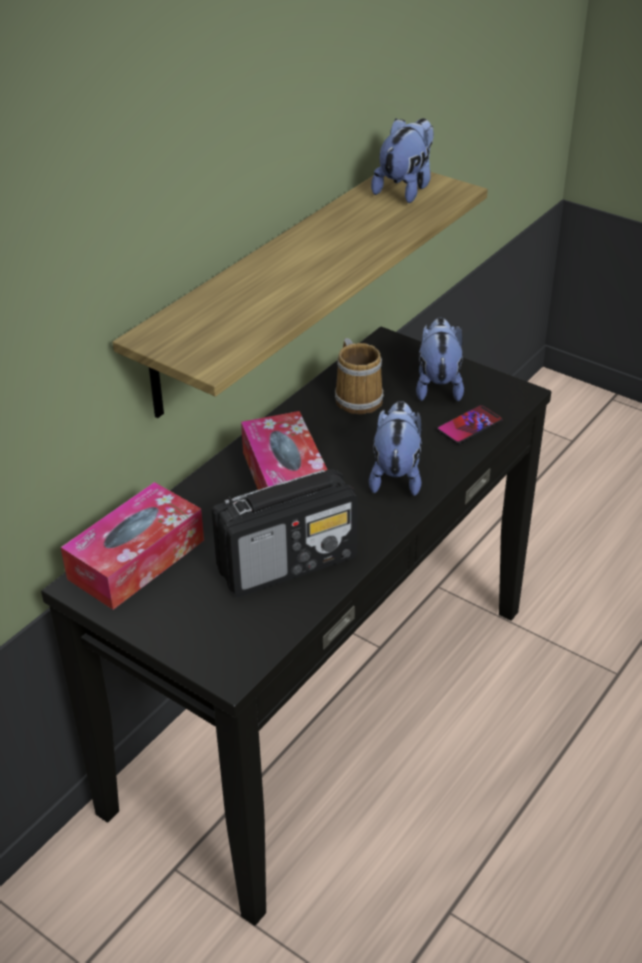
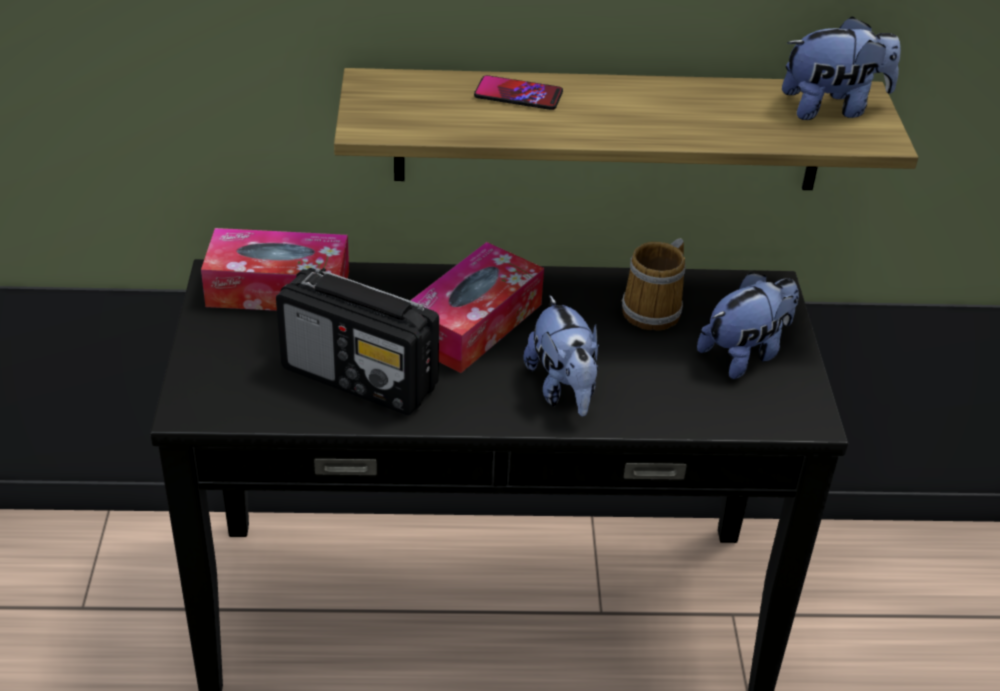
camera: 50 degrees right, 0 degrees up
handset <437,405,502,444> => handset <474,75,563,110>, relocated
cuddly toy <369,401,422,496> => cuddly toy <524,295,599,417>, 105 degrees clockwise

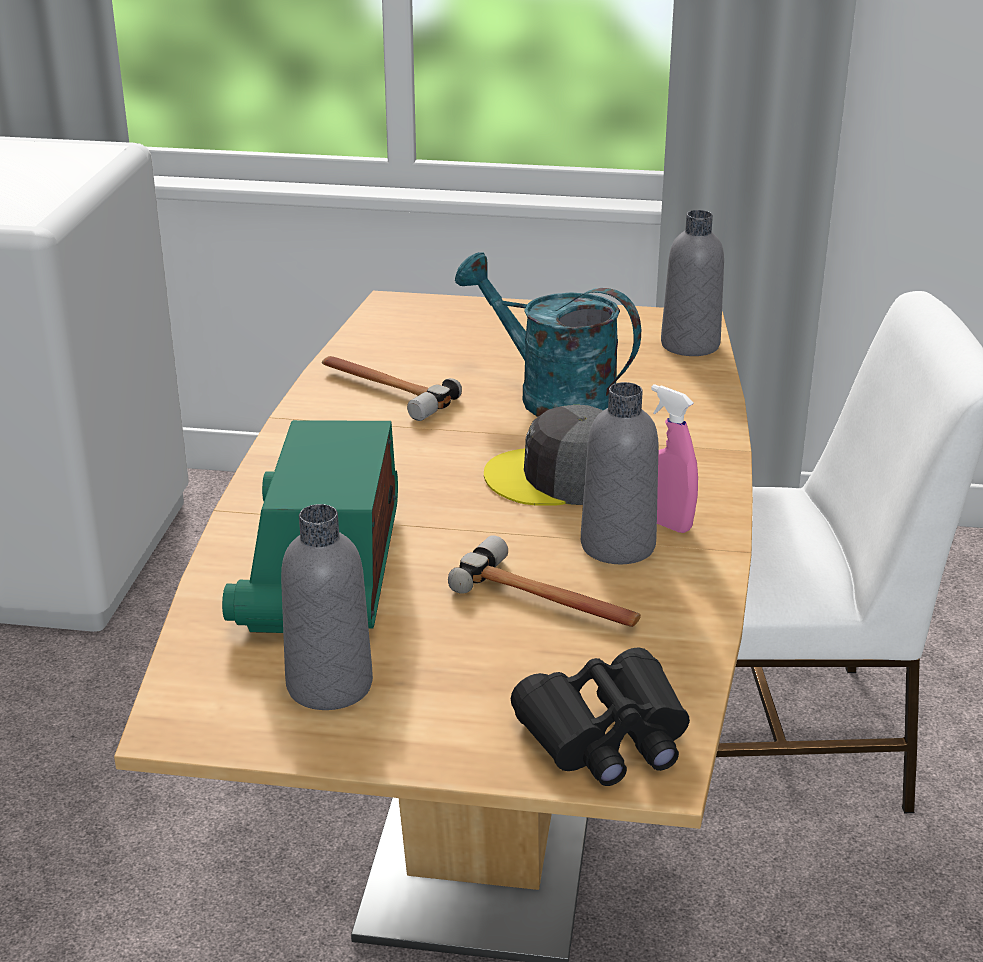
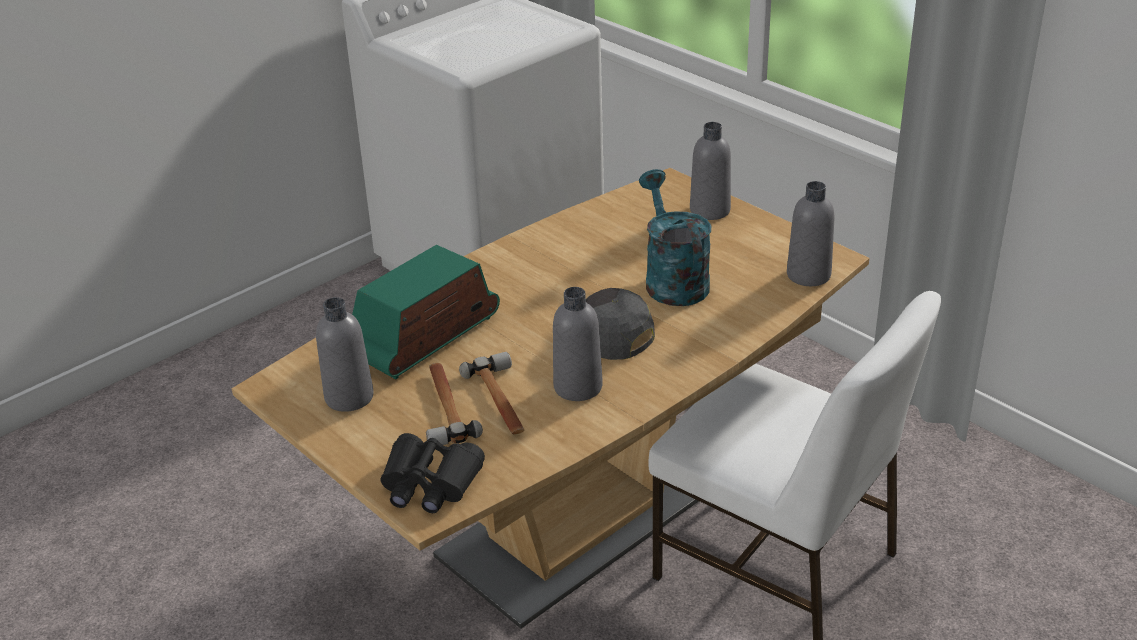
camera: 40 degrees right, 5 degrees up
hammer <322,356,462,421> => hammer <426,363,483,445>, relocated
nothing => gray drink bottle <690,122,731,220>
pinkish hand sprayer <651,384,698,533> => nothing

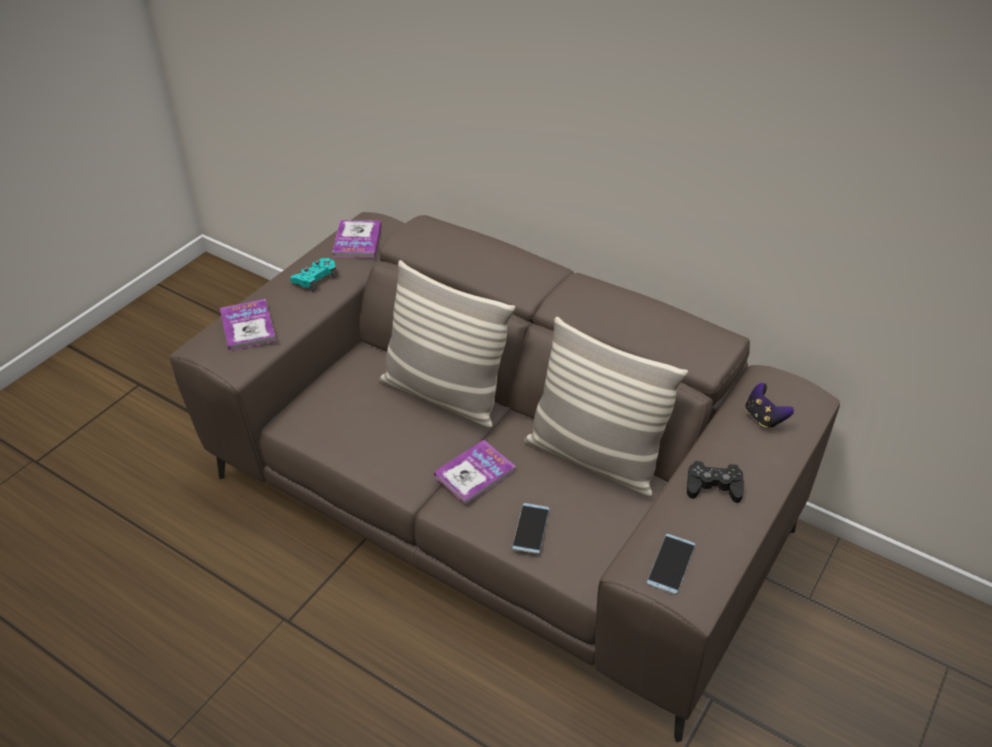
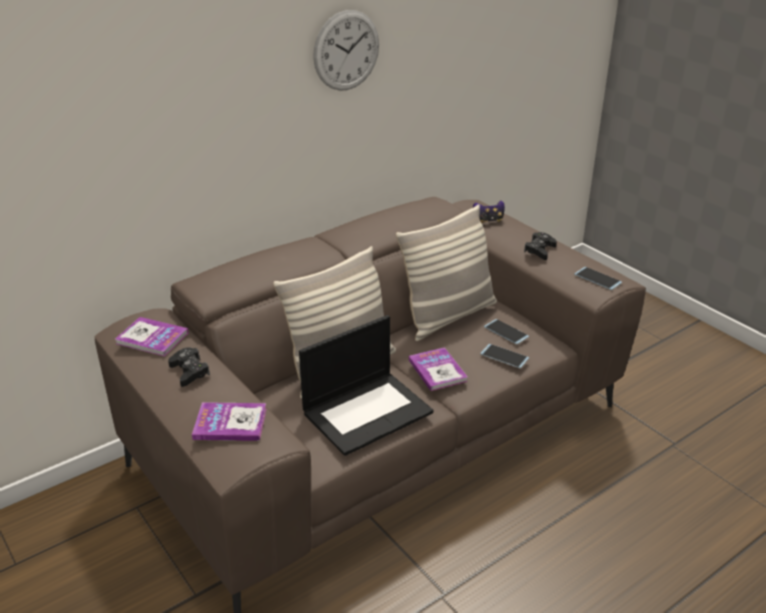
camera: 70 degrees left, 10 degrees down
turquoise-coloured joypad <290,258,337,292> => black joypad <168,347,210,387>
nothing => notebook computer <299,315,433,456>
nothing => wall clock <313,10,379,91>
nothing => handset <484,319,529,345>

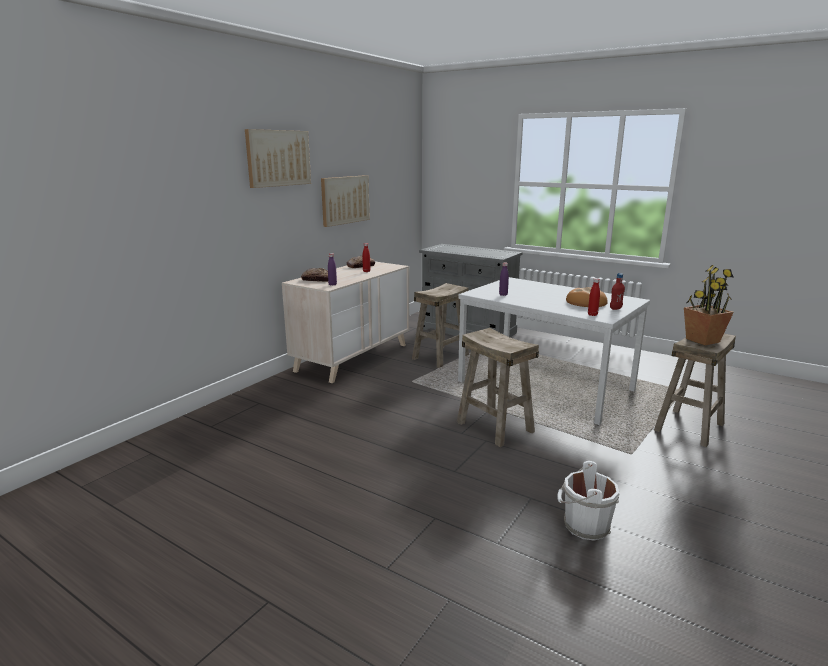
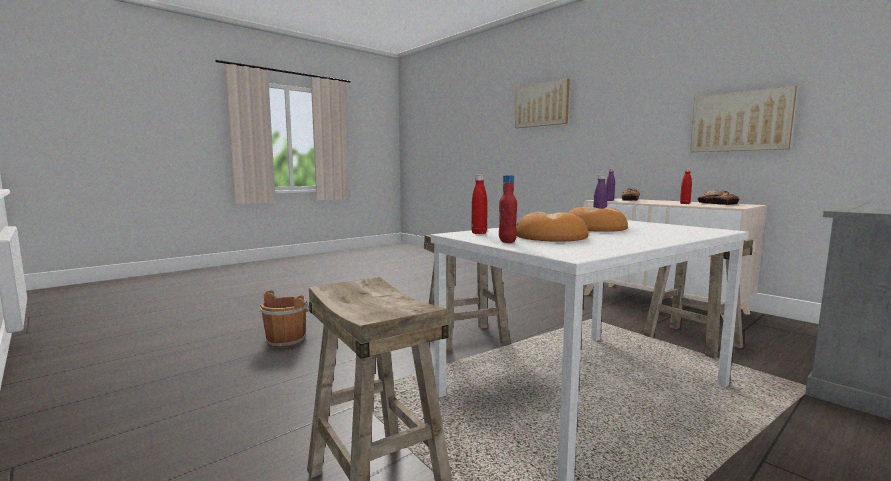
camera: 105 degrees right, 10 degrees down
white-coloured pail <557,461,619,541> => brownish pail <259,290,309,348>
wall art <245,129,311,188> => wall art <515,78,570,128>, relocated
nothing => bread <568,207,628,232>
potted plant <684,265,734,345> => nothing

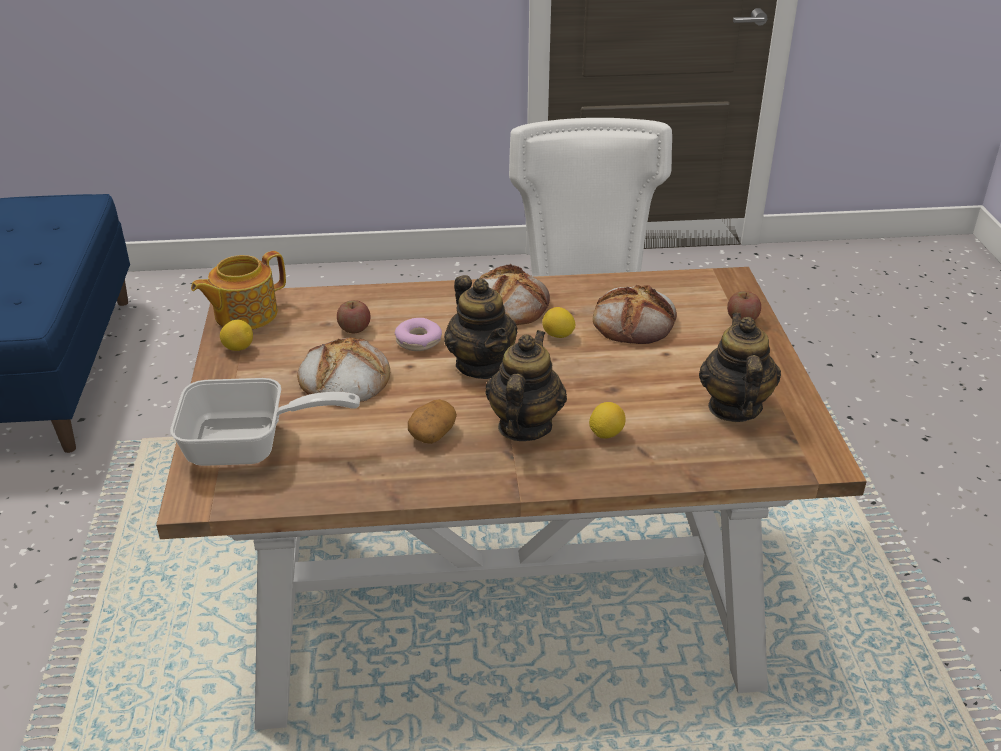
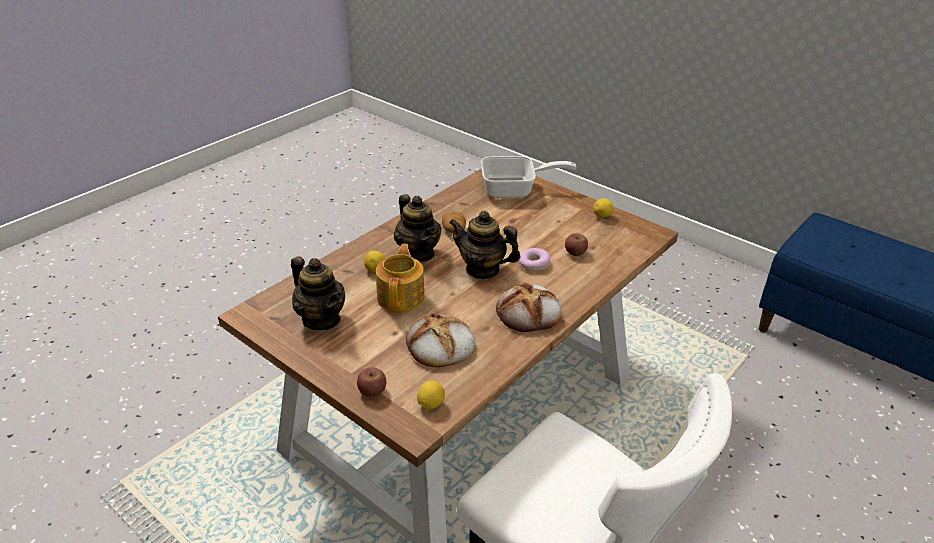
camera: 135 degrees right, 0 degrees up
teapot <191,251,286,330> => teapot <376,244,424,313>, relocated
whole lemon <542,307,575,338> => whole lemon <417,381,445,409>, relocated
pan <170,378,360,466> => pan <481,156,577,198>, 135 degrees counterclockwise
bread <297,337,390,402> => nothing

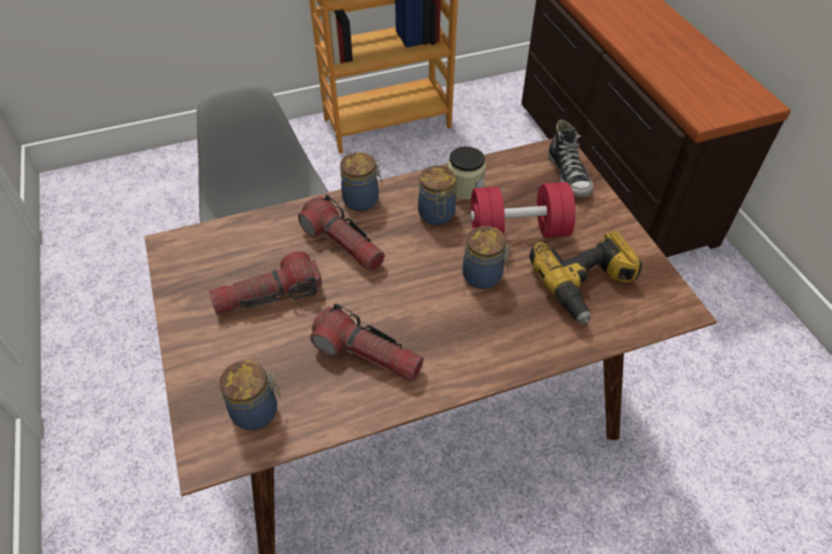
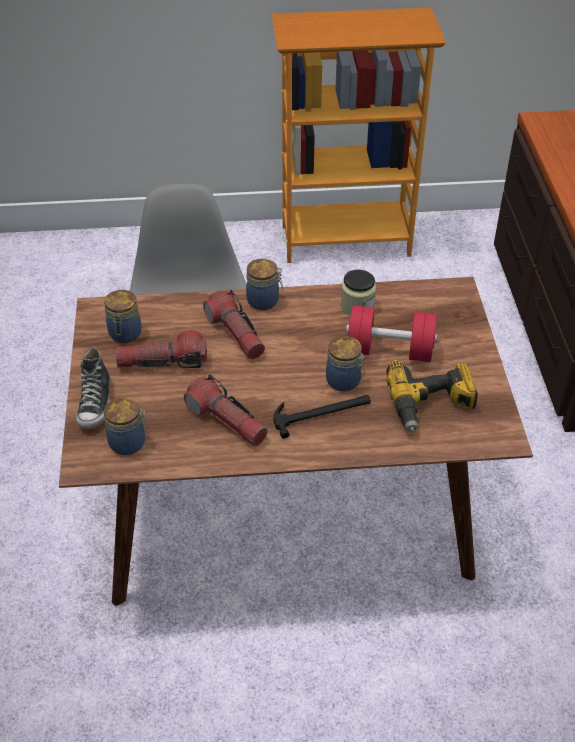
camera: 15 degrees right, 5 degrees down
low shoe <548,120,593,197> => low shoe <76,347,110,429>, relocated
jar <418,165,456,225> => jar <104,290,142,343>, relocated
nothing => hammer <273,395,371,439>

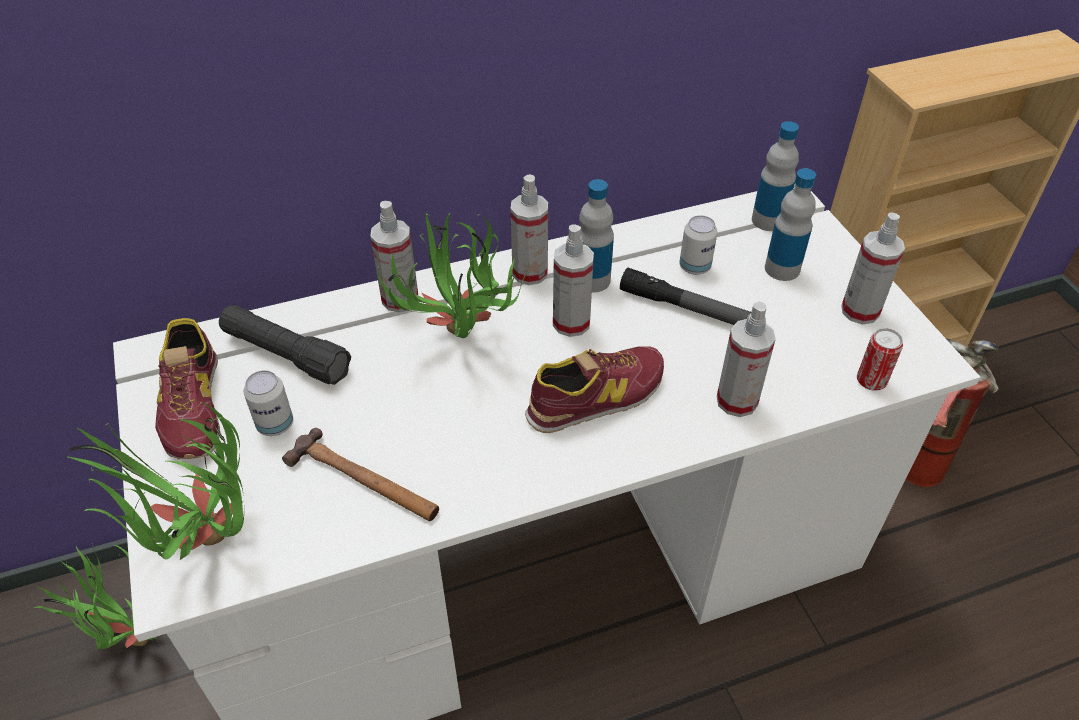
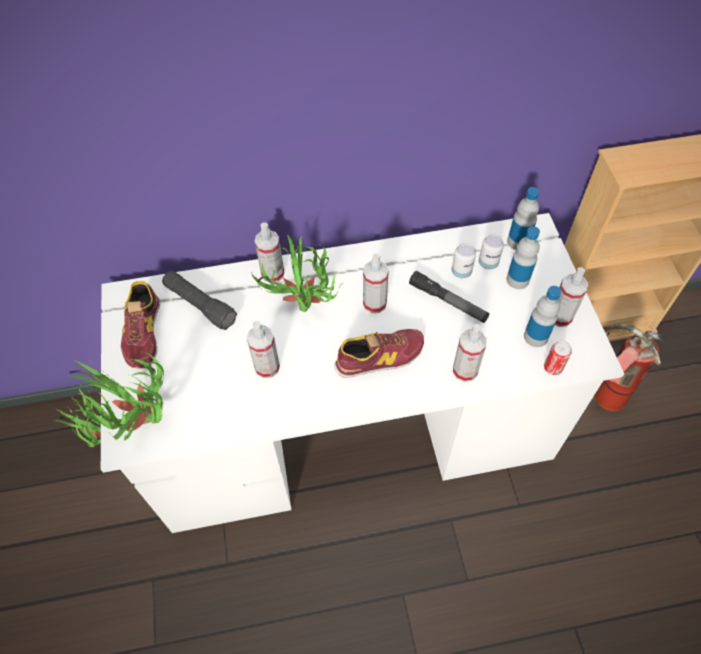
camera: 10 degrees right, 10 degrees up
hand sprayer <511,174,548,285> => hand sprayer <246,320,280,378>, relocated
can <244,370,293,436> => can <479,234,504,270>, relocated
drink bottle <579,179,614,292> => drink bottle <524,286,561,347>, relocated
hammer <282,428,439,521> => nothing

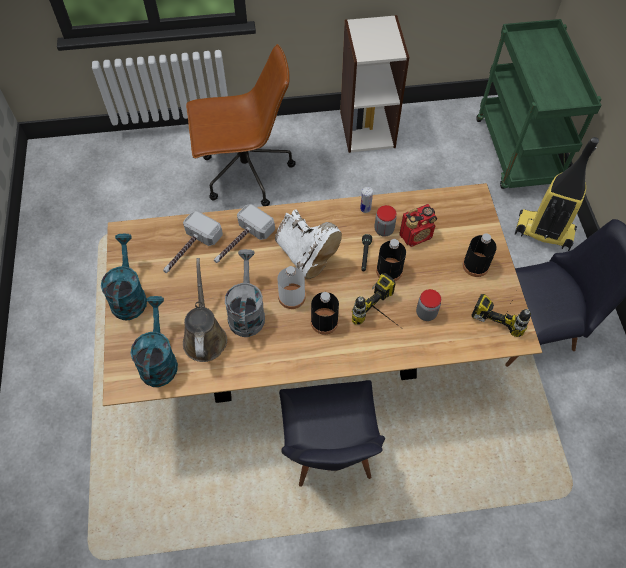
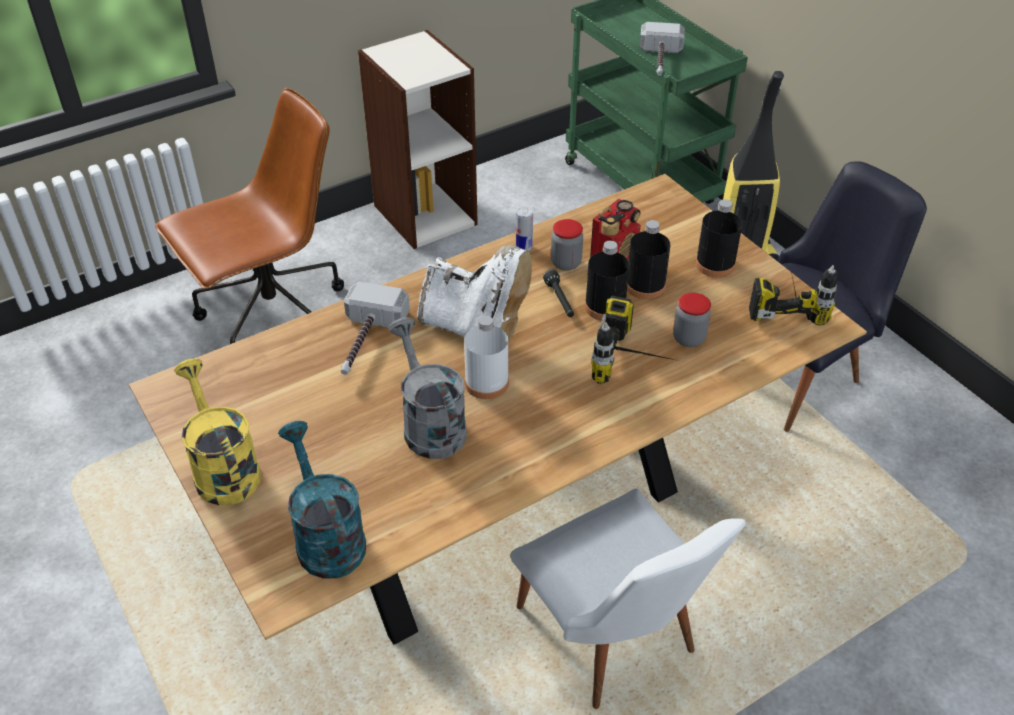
camera: 25 degrees left, 15 degrees down
turquoise-coloured watering pot <101,234,147,320> => yellow-coloured watering pot <174,359,261,505>
black chair <279,380,385,487> => white-coloured chair <511,488,746,709>
black drink bottle <311,292,339,335> => black drink bottle <627,220,670,300>, relocated
hammer <163,211,223,273> => hammer <640,22,685,76>, relocated
brownish watering pot <183,258,227,362> => nothing

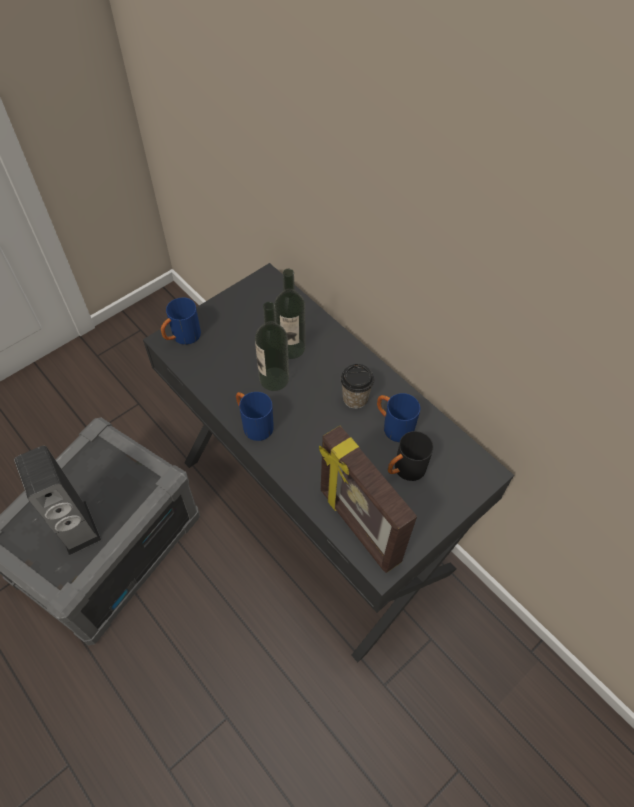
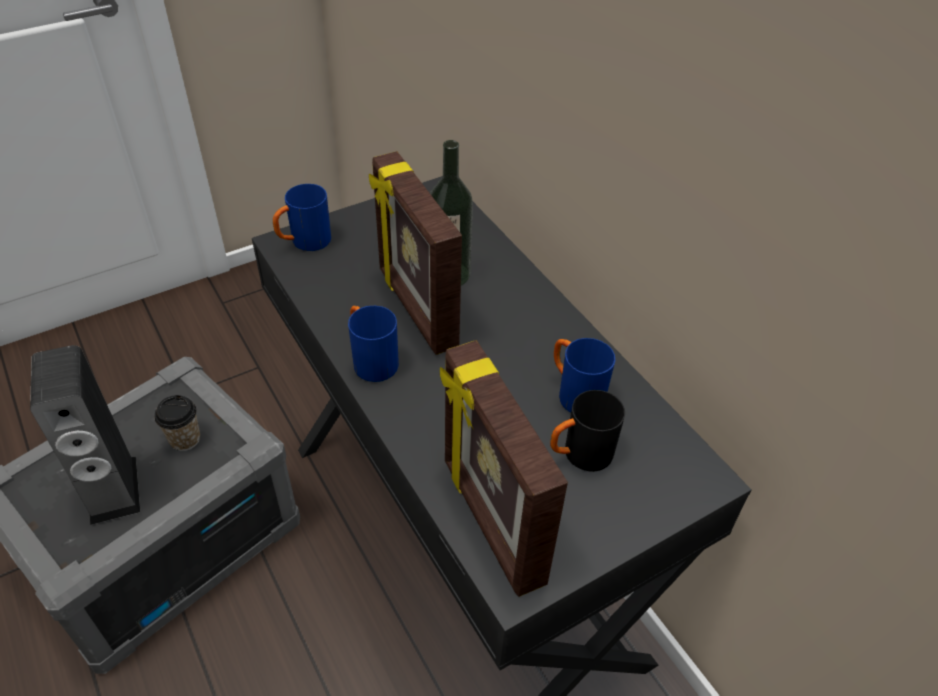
camera: 10 degrees right, 10 degrees down
small cup <341,364,374,409> => small cup <155,395,200,451>, relocated
drink bottle <255,302,289,391> => picture frame <369,151,462,355>

